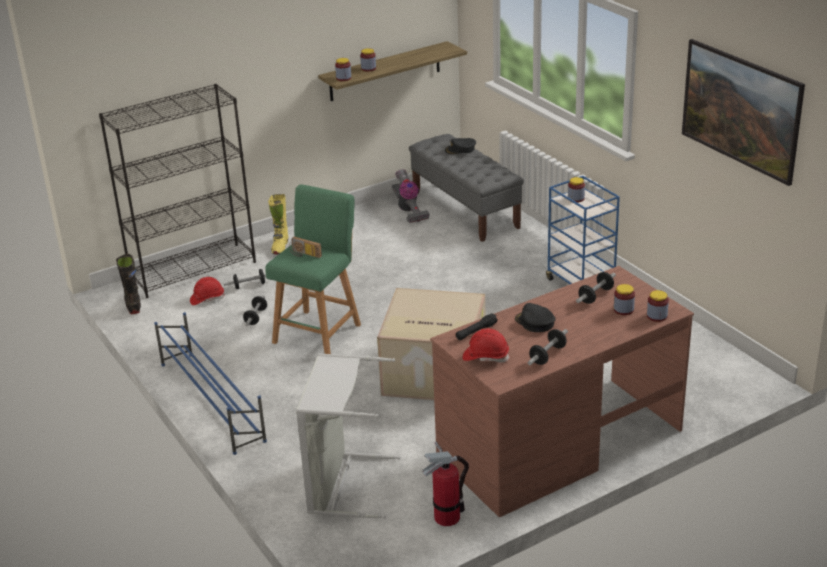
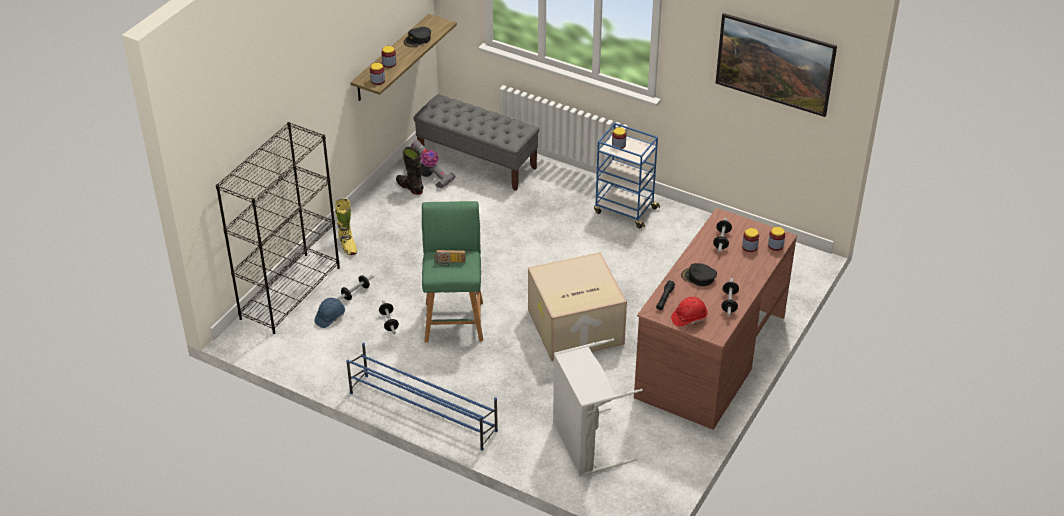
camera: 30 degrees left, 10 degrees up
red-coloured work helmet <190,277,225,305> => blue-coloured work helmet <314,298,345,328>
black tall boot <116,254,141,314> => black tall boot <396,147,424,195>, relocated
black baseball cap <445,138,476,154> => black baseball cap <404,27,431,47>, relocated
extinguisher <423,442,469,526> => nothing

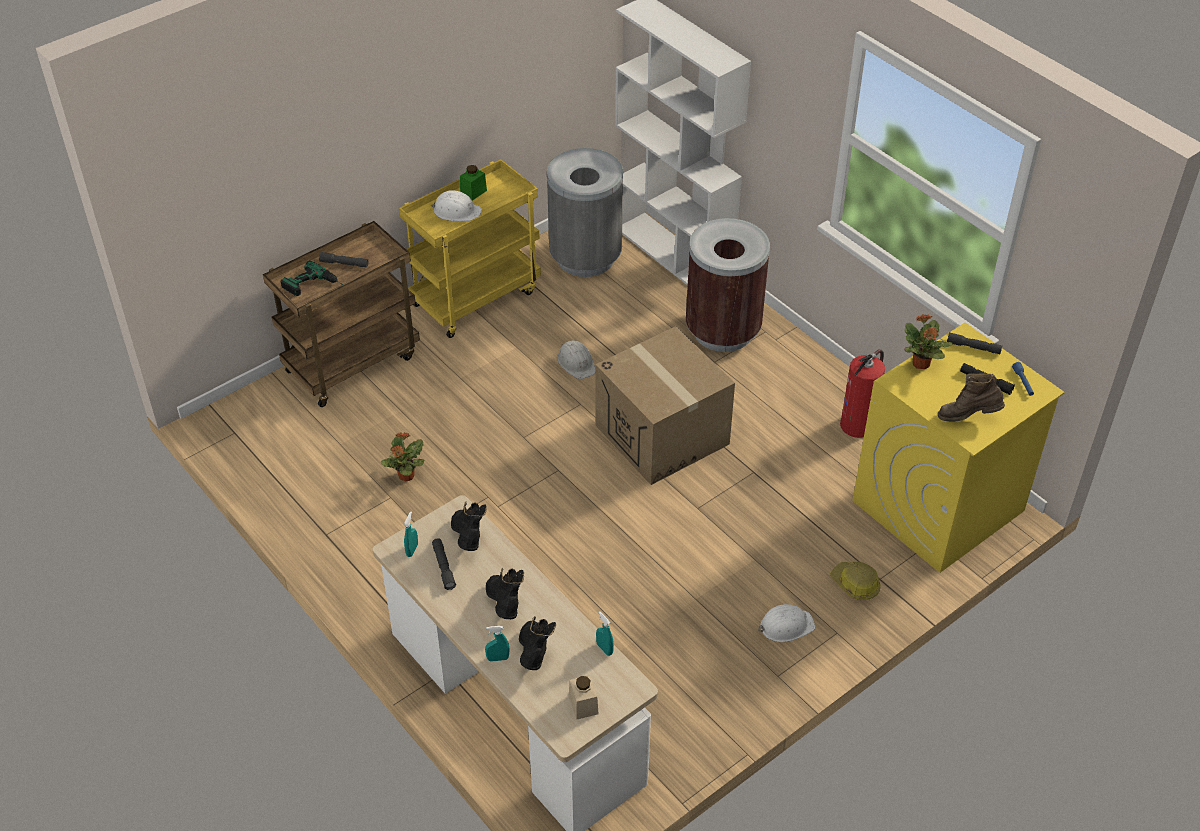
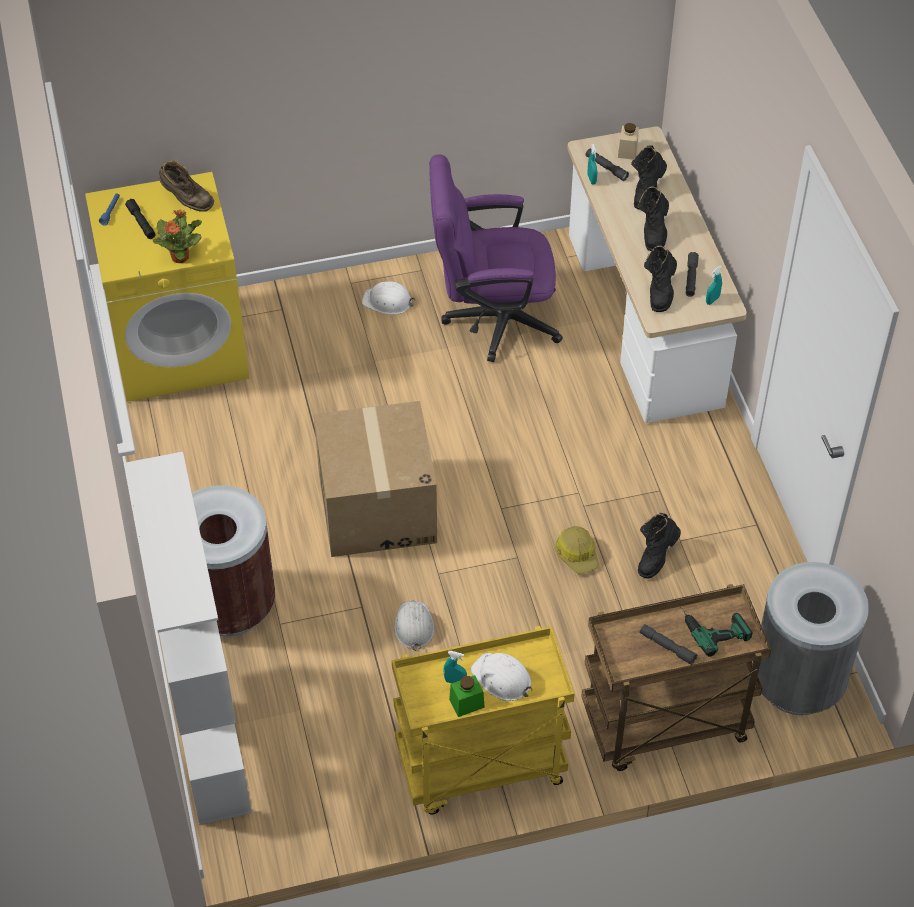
camera: 155 degrees left, 5 degrees up
nothing => purple-coloured office chair <429,154,563,362>
turquoise-coloured hand sprayer <485,626,509,662> => turquoise-coloured hand sprayer <443,651,467,683>, relocated
work helmet <830,562,881,600> => work helmet <555,526,599,574>, relocated
gray torch <947,332,1002,354> => gray torch <585,149,629,181>, relocated
potted plant <380,432,424,482> => black tall boot <638,513,681,579>
gray trash can <547,148,623,277> => gray trash can <758,562,869,715>, relocated
extinguisher <840,349,885,438> => nothing

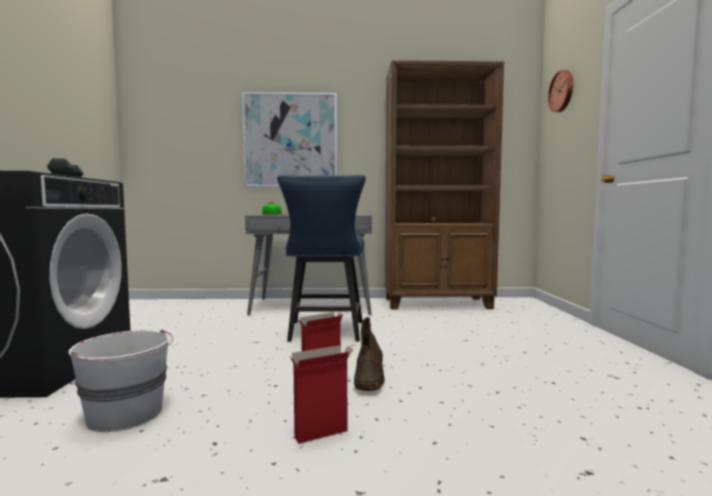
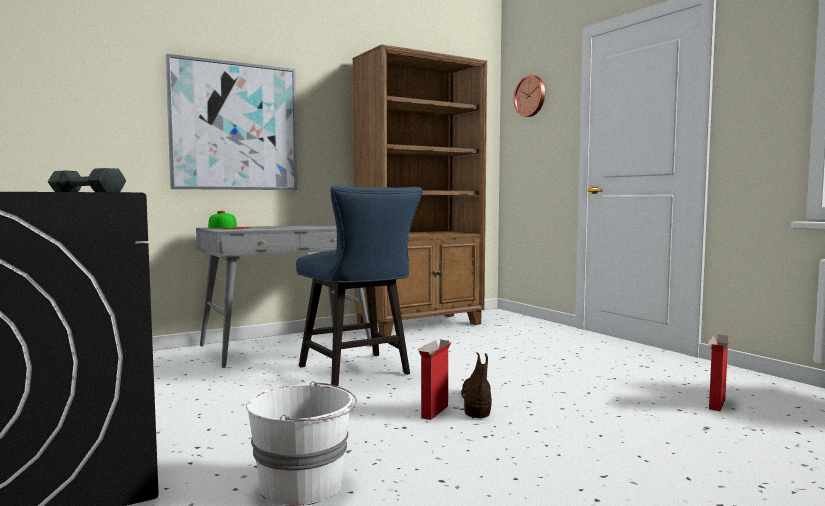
camera: 30 degrees left, 0 degrees up
brownish tall boot <354,317,385,391> => brownish tall boot <461,353,492,418>, 150 degrees counterclockwise
carton <289,345,353,444> => carton <708,335,732,411>, relocated

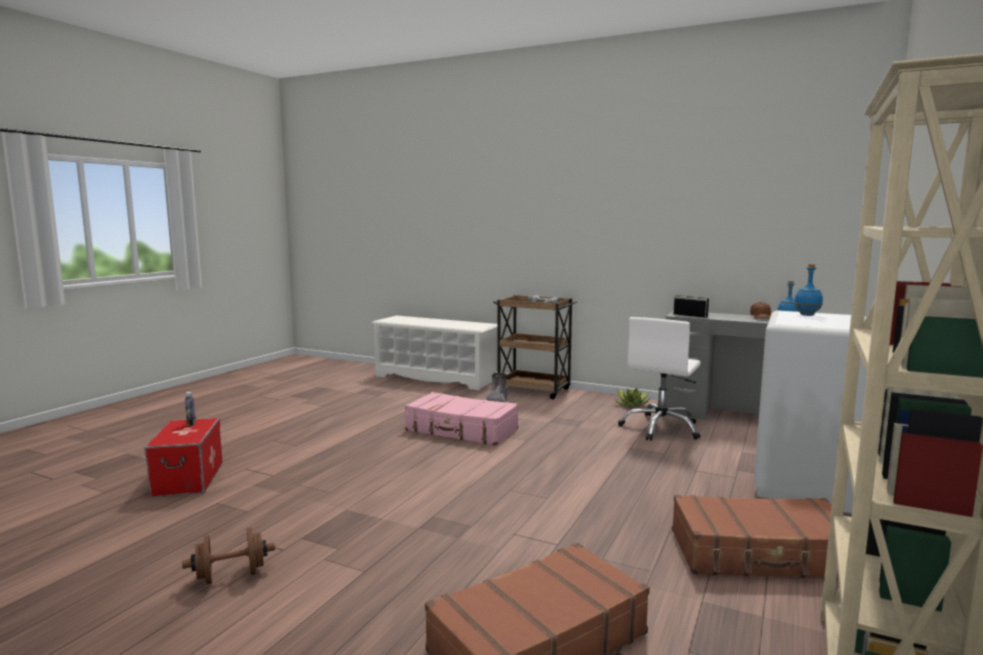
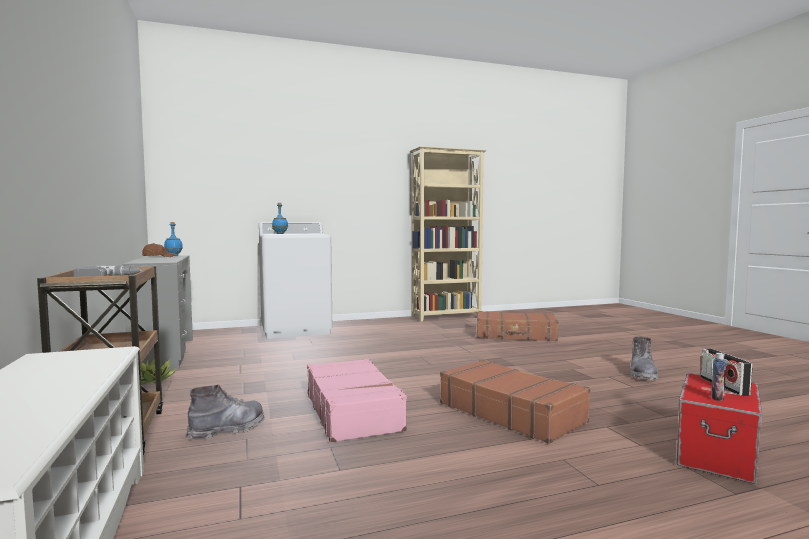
camera: 135 degrees left, 5 degrees down
brownish travel case <672,495,838,578> => brownish travel case <440,360,591,444>, relocated
brownish hand weight <182,527,275,585> => gray tall boot <630,337,658,381>
radio receiver <674,295,709,318> => radio receiver <701,348,753,396>, relocated
white-coloured office chair <618,317,701,441> => nothing

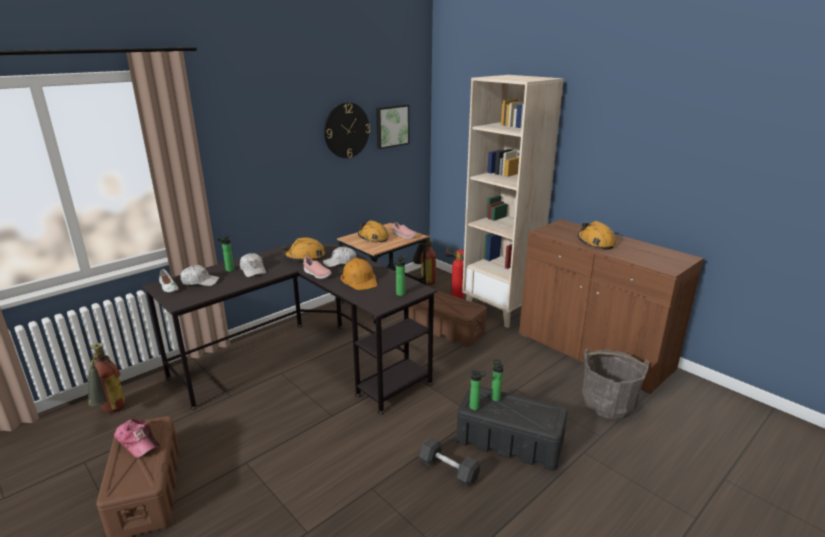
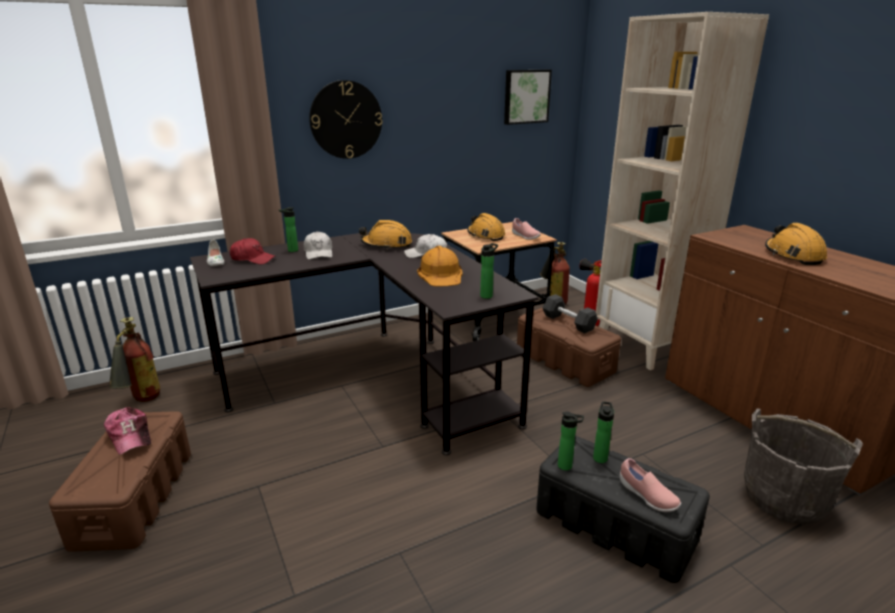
camera: 15 degrees right, 0 degrees up
white-coloured baseball cap <180,265,219,286> => red-coloured baseball cap <230,238,276,264>
wall clock <324,102,370,158> => wall clock <309,80,383,159>, relocated
gray hand weight <419,437,480,487> => gray hand weight <543,294,598,333>, relocated
pinkish low shoe <303,257,332,279> => pinkish low shoe <620,458,681,512>, relocated

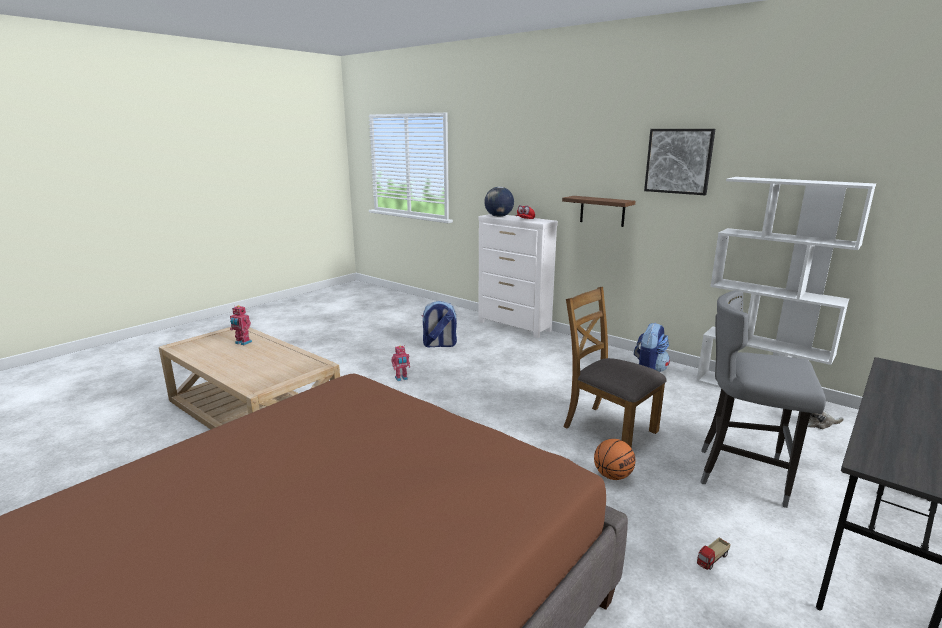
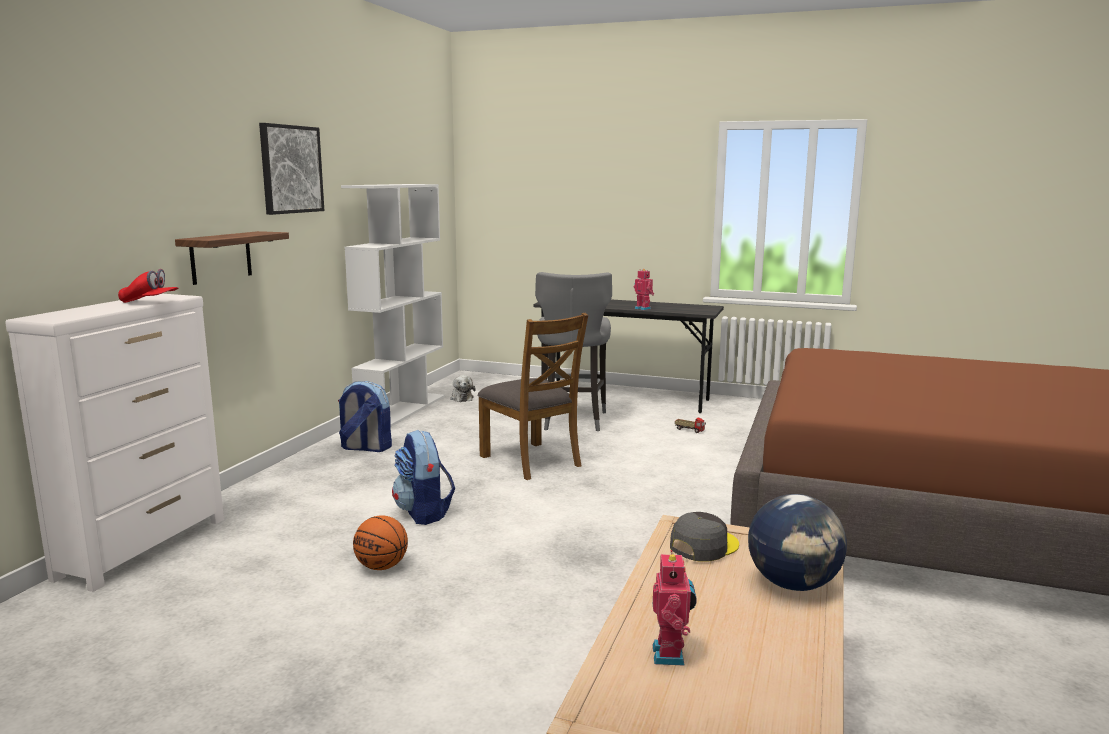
camera: 110 degrees left, 5 degrees down
basketball <594,439,635,480> => basketball <353,516,408,570>, relocated
backpack <422,301,457,348> => backpack <392,430,455,525>, relocated
brownish chair <563,287,667,448> => brownish chair <477,313,588,480>, 60 degrees counterclockwise
toy robot <391,345,410,381> => toy robot <634,269,654,310>, relocated
nothing => gray baseball cap <670,512,739,562>
desk globe <484,187,514,217> => desk globe <748,494,847,591>, relocated

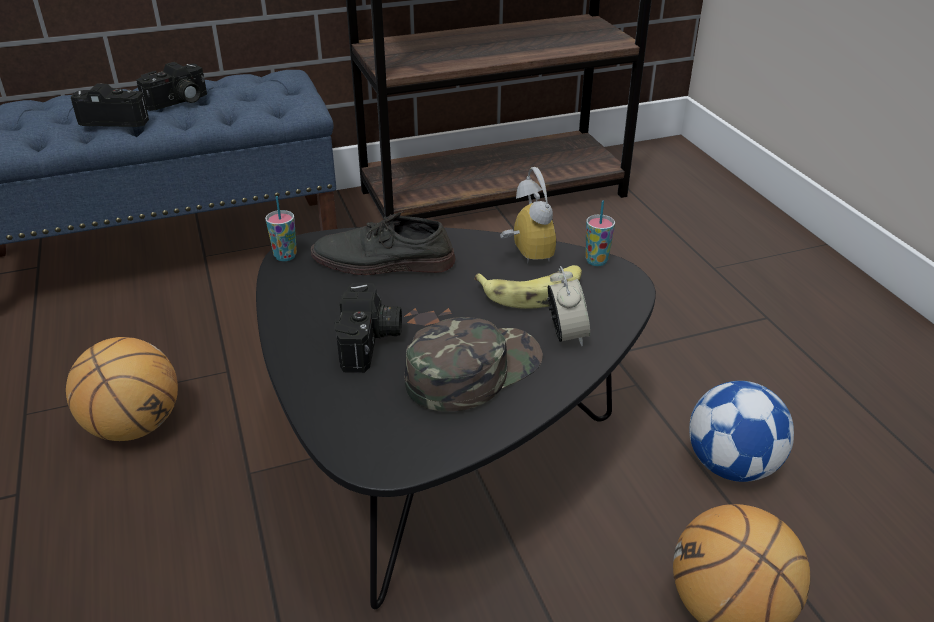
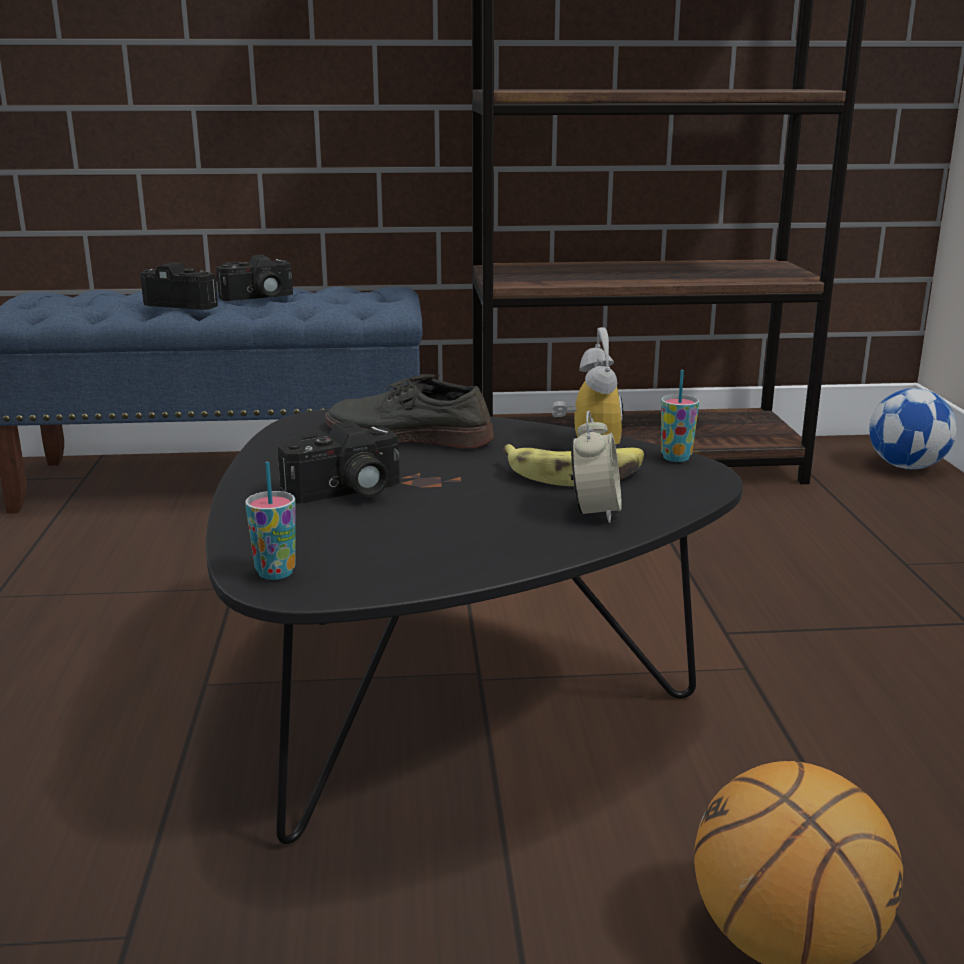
camera: 15 degrees right, 15 degrees down
small cup <265,196,297,261> => small cup <245,462,296,580>, relocated
still camera <334,283,402,373> => still camera <278,421,400,504>, 45 degrees clockwise
football ball <689,381,794,482> => football ball <869,388,957,470>, relocated
basketball <66,337,178,441> => nothing
green baseball cap <404,317,543,412> => nothing

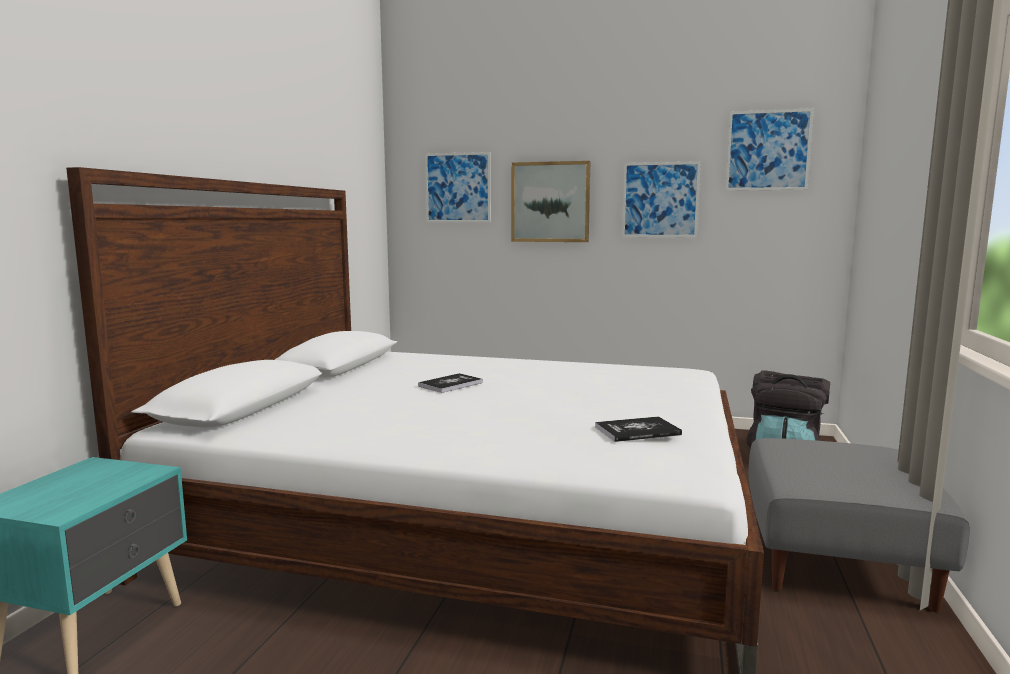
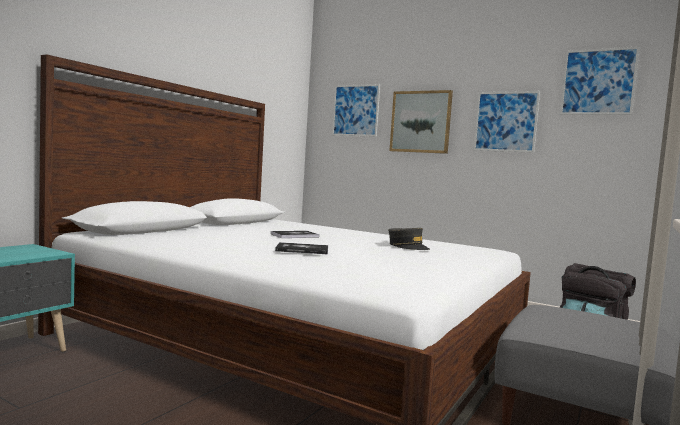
camera: 15 degrees right, 5 degrees down
book <595,416,682,442> => book <275,242,328,254>, relocated
nothing => gray baseball cap <388,228,430,250>

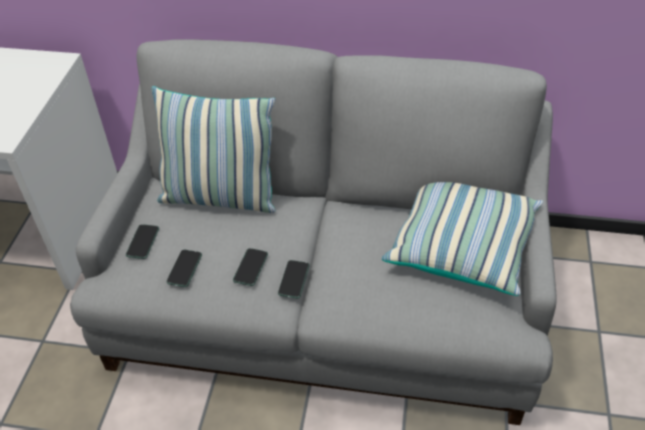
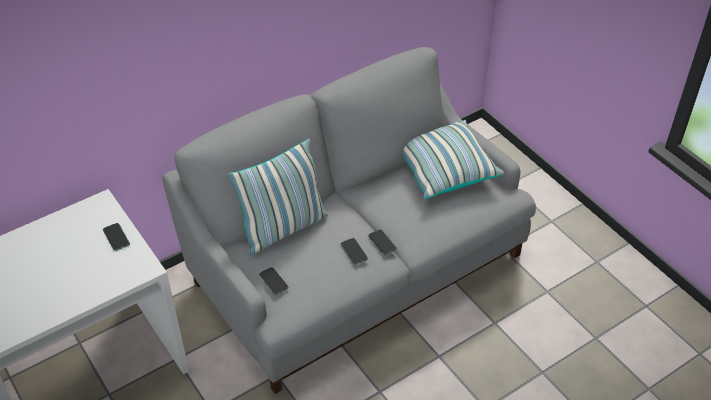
camera: 45 degrees left, 0 degrees up
handset <167,250,202,287> => handset <103,223,130,251>, relocated

